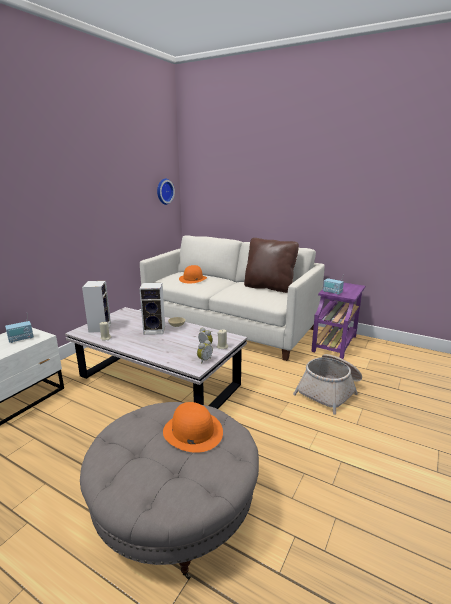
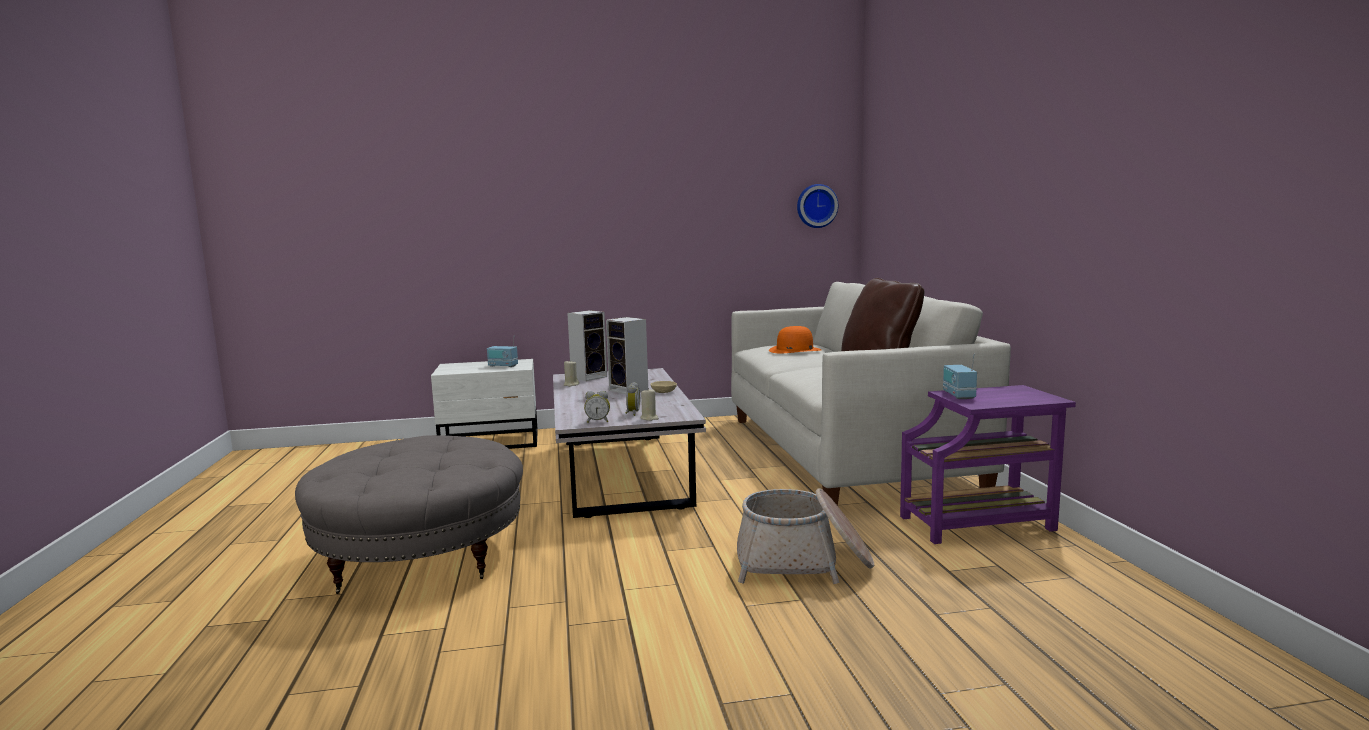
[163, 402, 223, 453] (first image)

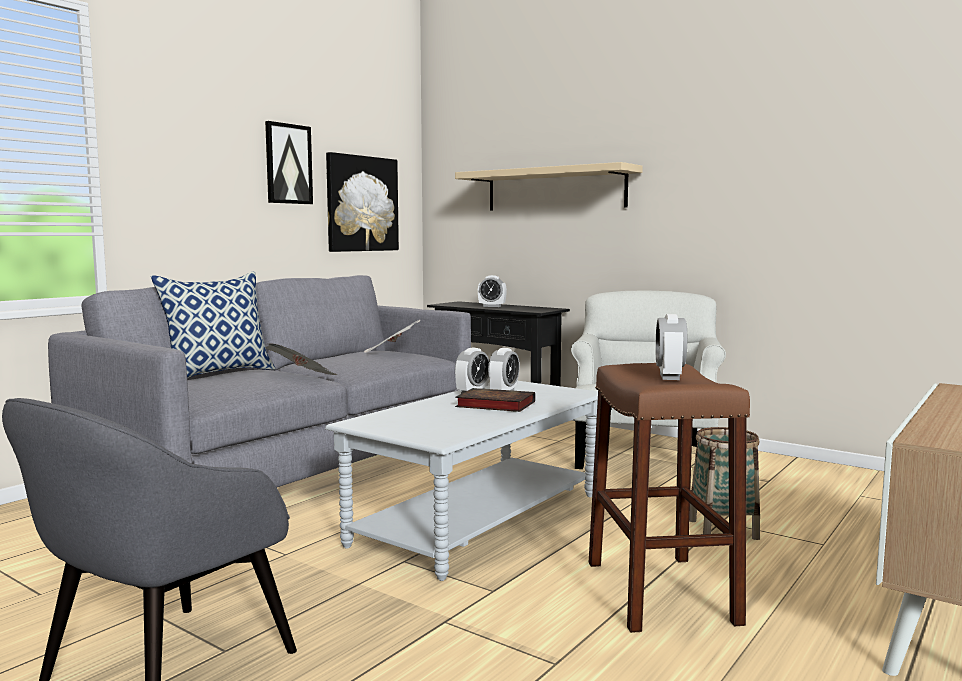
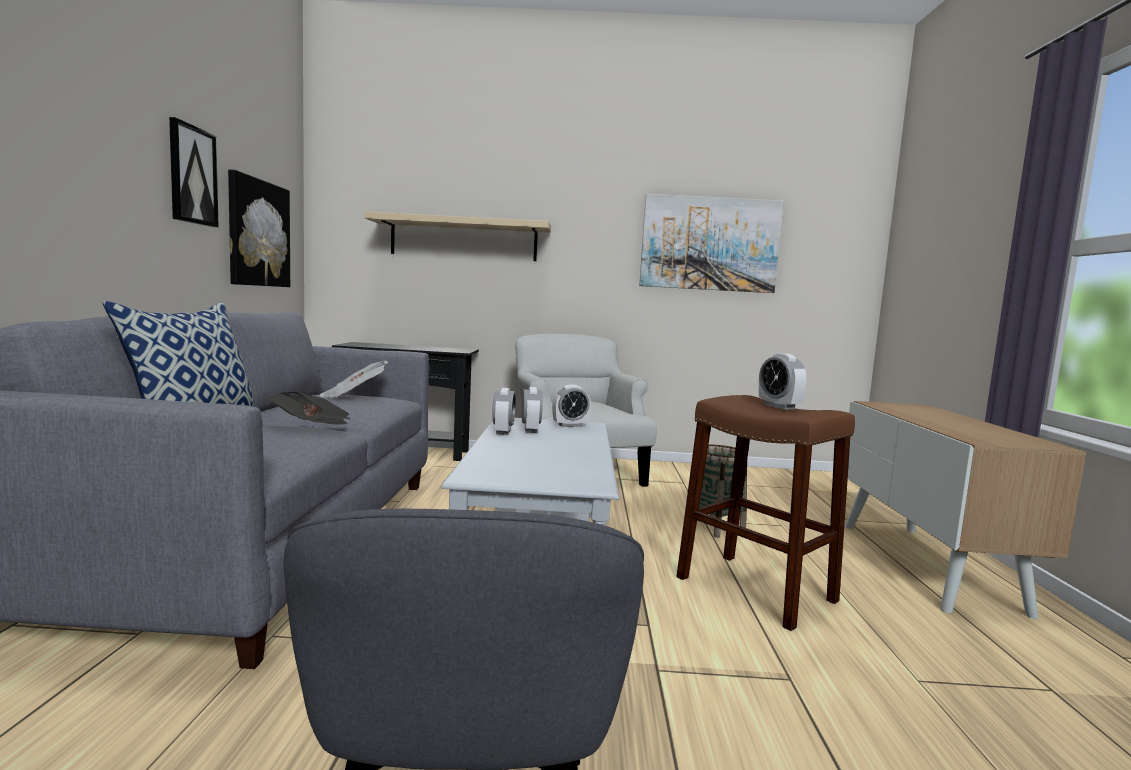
[552, 385, 591, 427]
[639, 194, 784, 293]
[455, 388, 535, 412] (first image)

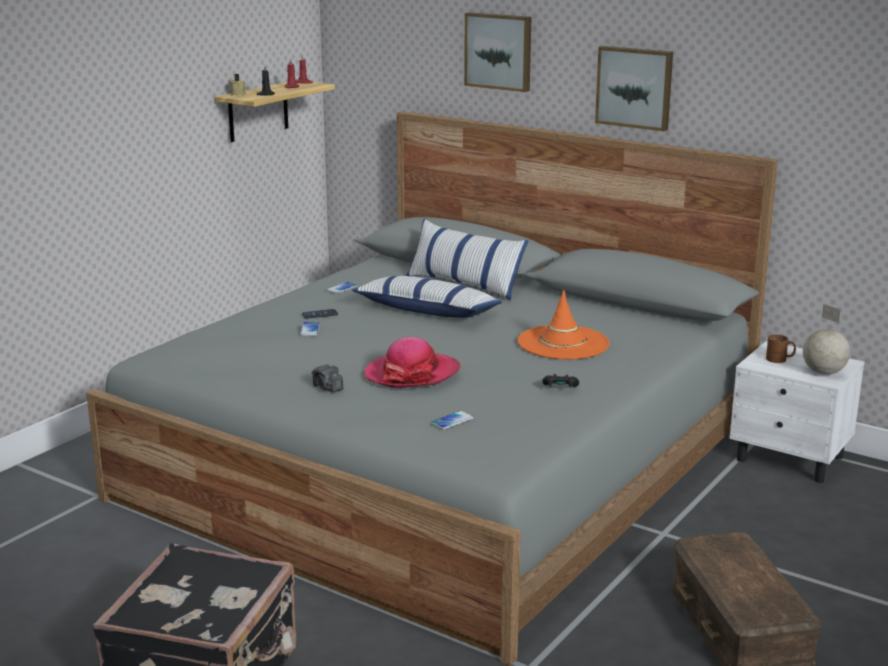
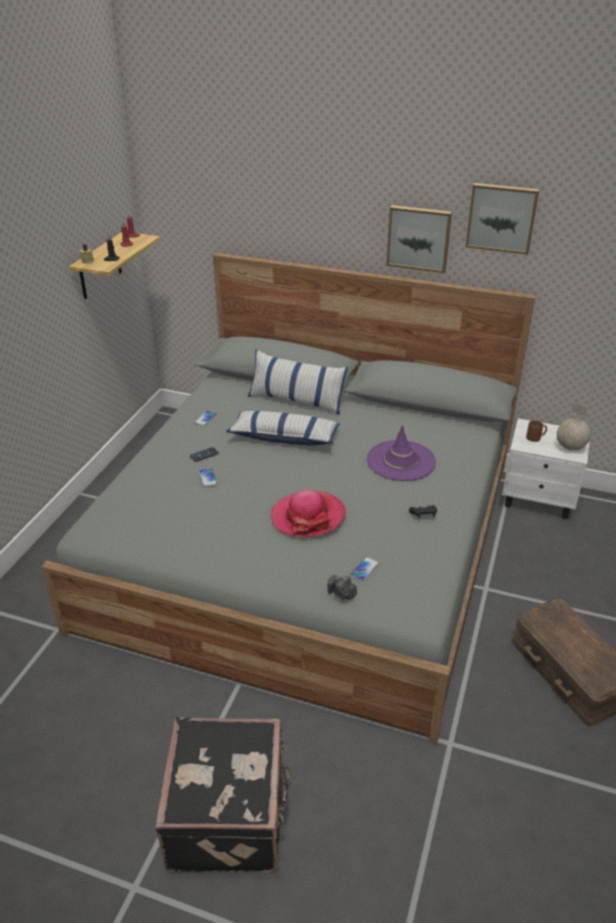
[327, 575, 357, 600]
[367, 425, 436, 481]
[466, 183, 539, 255]

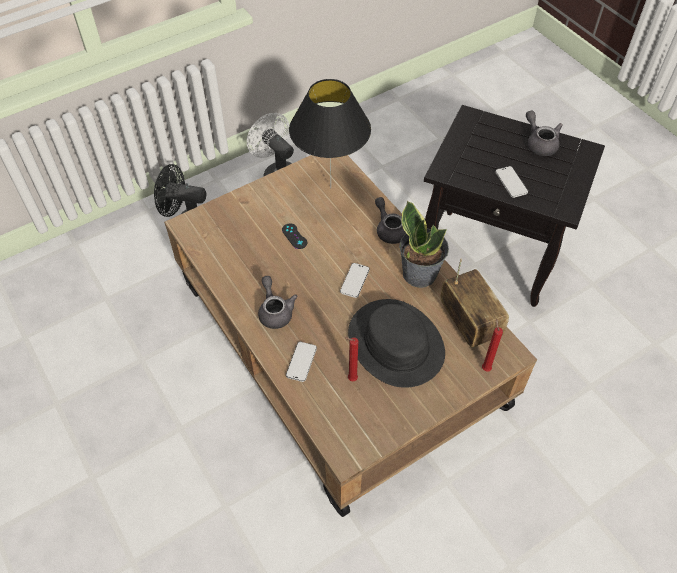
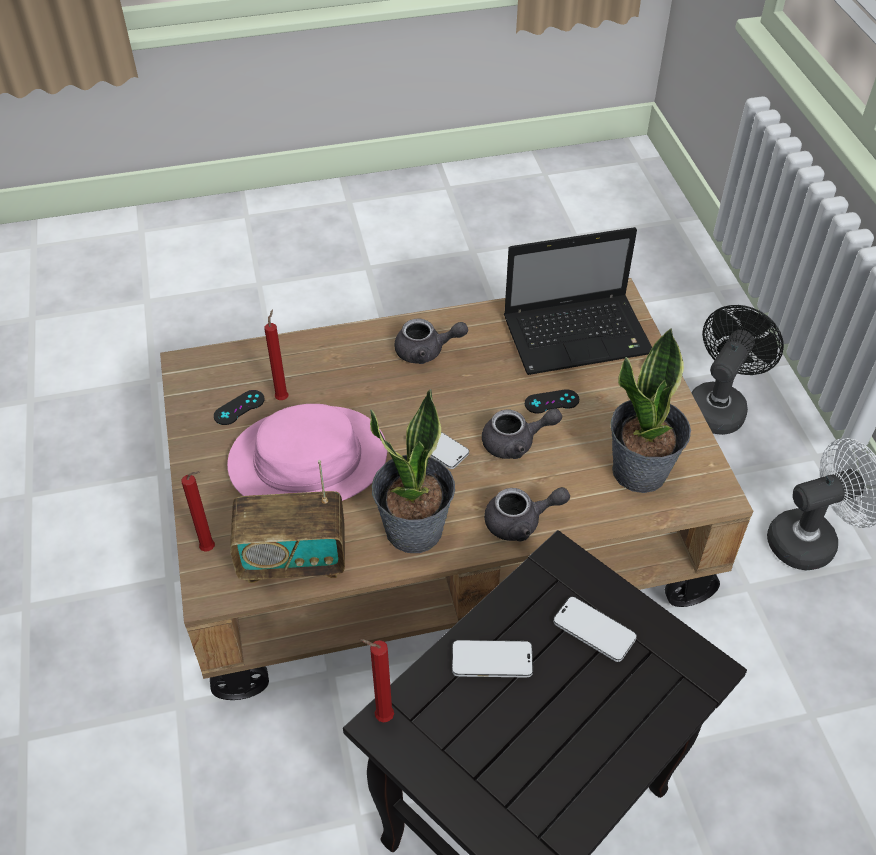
[214, 390, 264, 425]
[227, 404, 387, 501]
[360, 639, 394, 722]
[482, 408, 562, 459]
[504, 227, 652, 375]
[553, 596, 637, 662]
[610, 328, 691, 493]

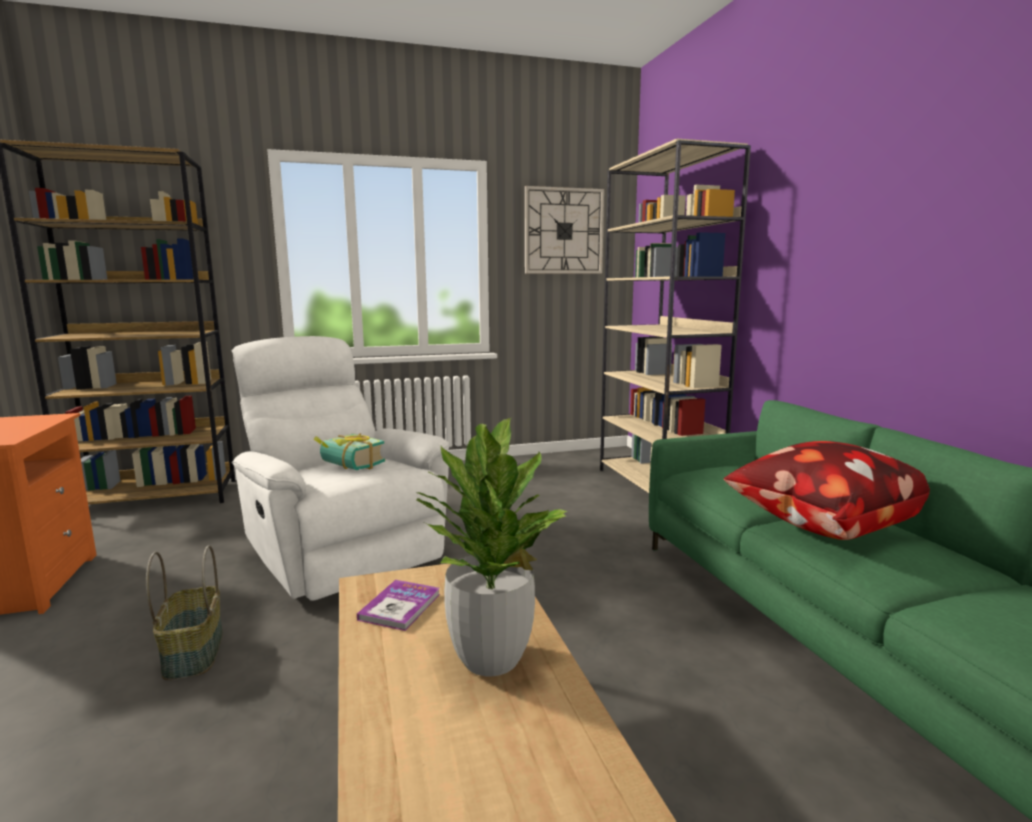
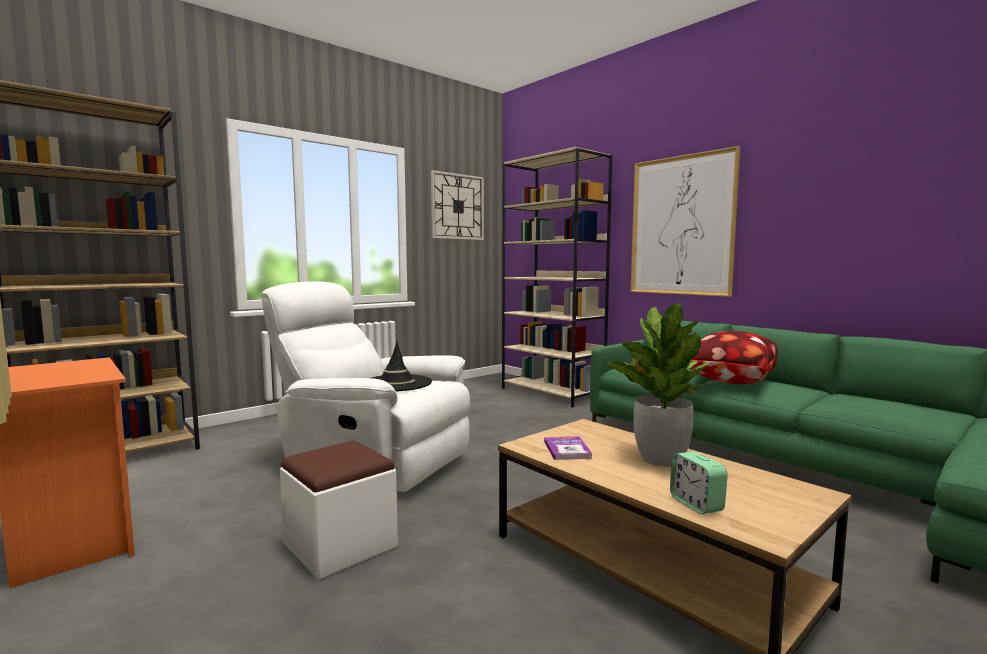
[280, 441, 398, 580]
[372, 341, 432, 392]
[631, 146, 740, 297]
[670, 452, 728, 514]

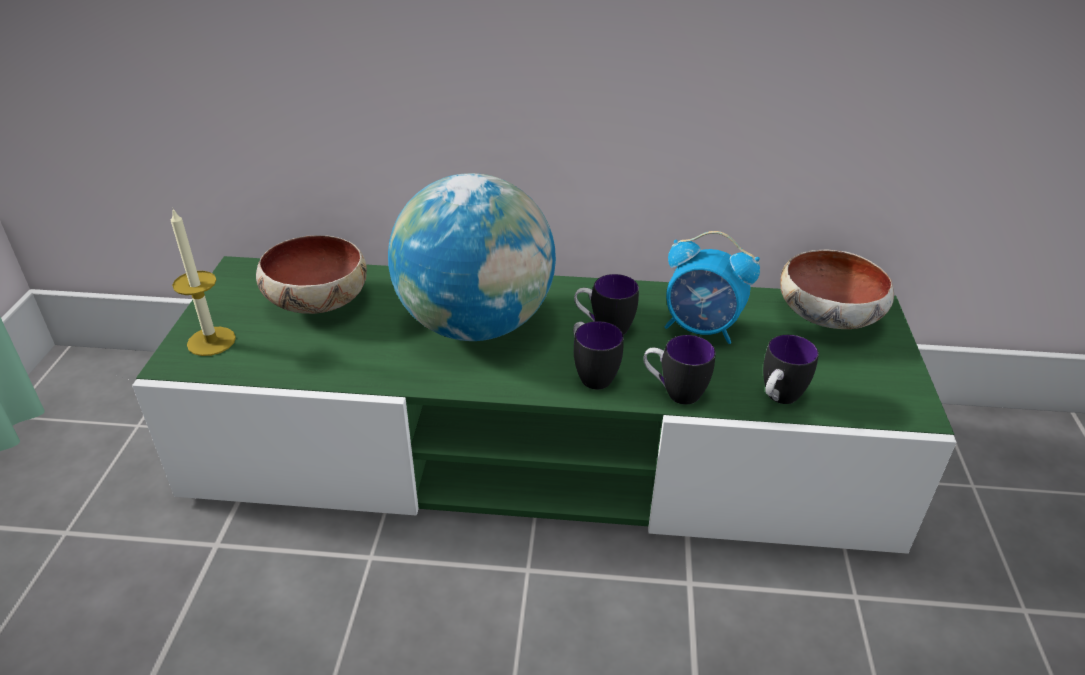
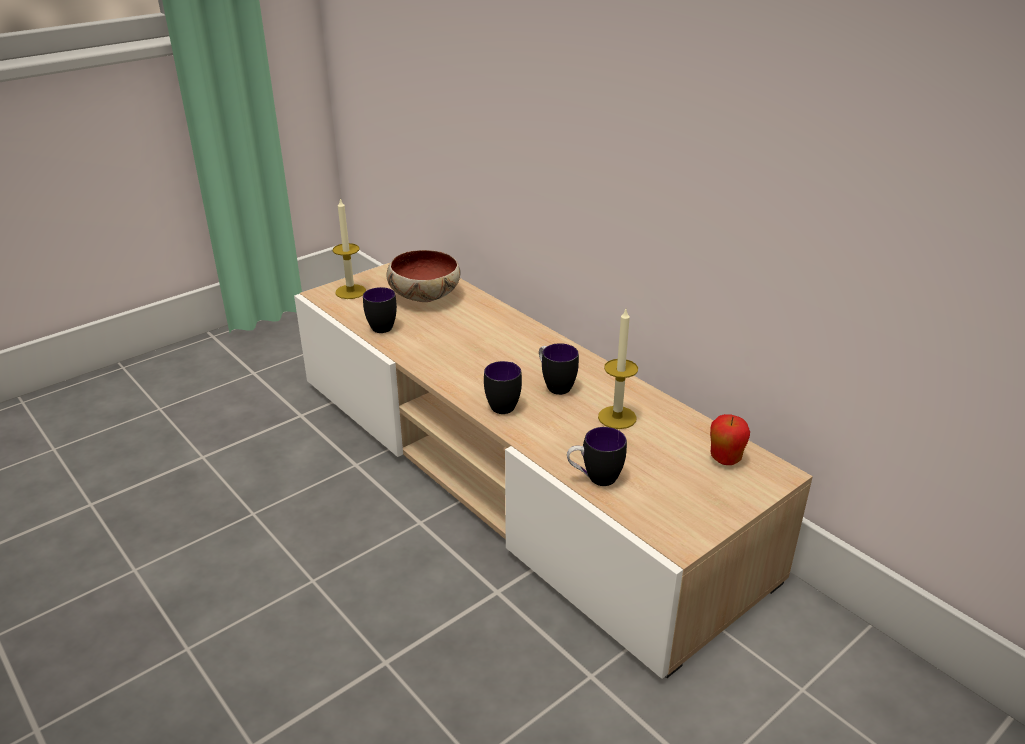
[294, 262, 813, 679]
[363, 287, 397, 333]
[598, 309, 638, 429]
[710, 414, 750, 465]
[388, 173, 556, 341] (first image)

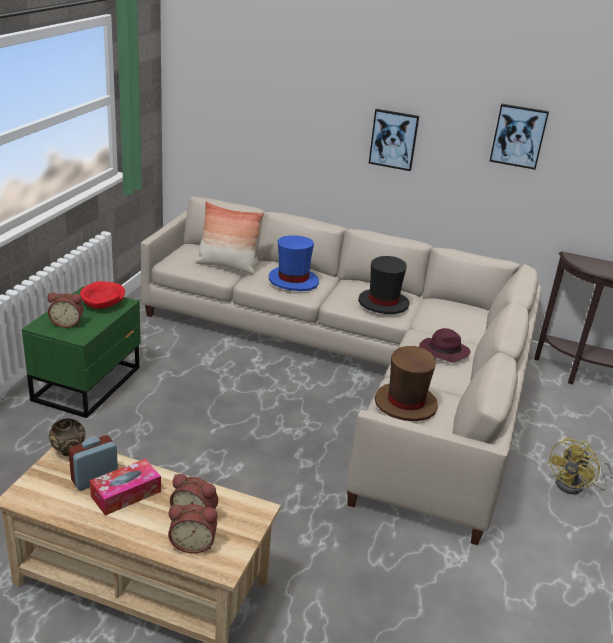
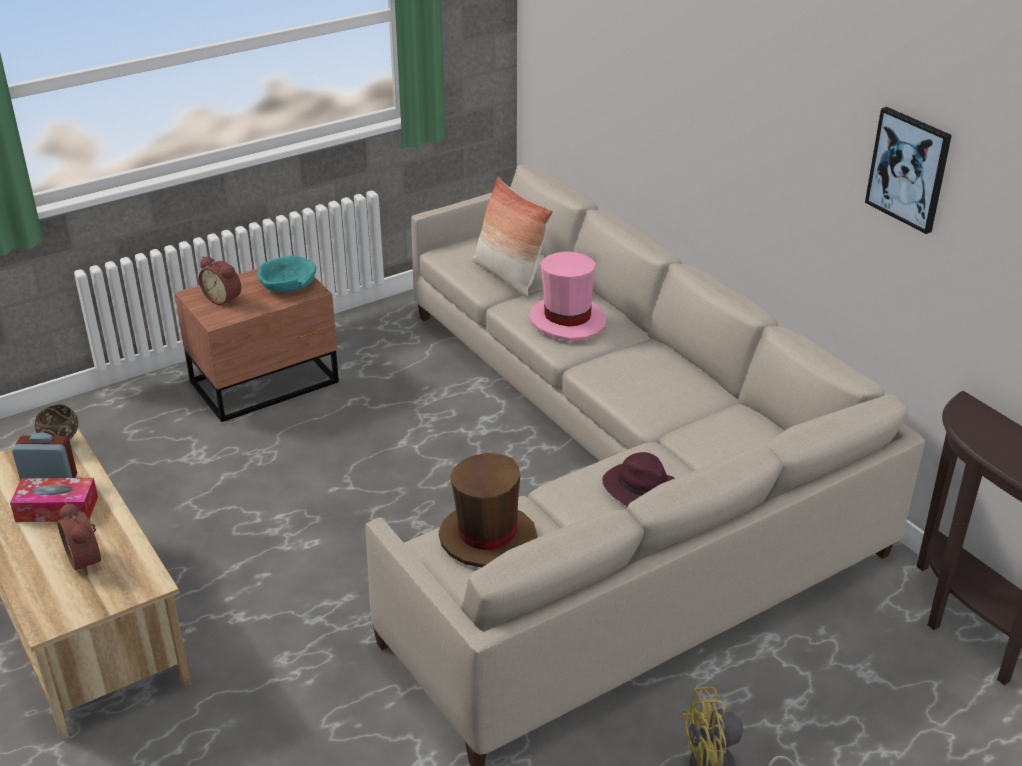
[174, 268, 339, 422]
[257, 256, 316, 292]
[529, 252, 607, 341]
[168, 504, 217, 553] (first image)
[358, 256, 410, 314] (first image)
[369, 109, 419, 171] (first image)

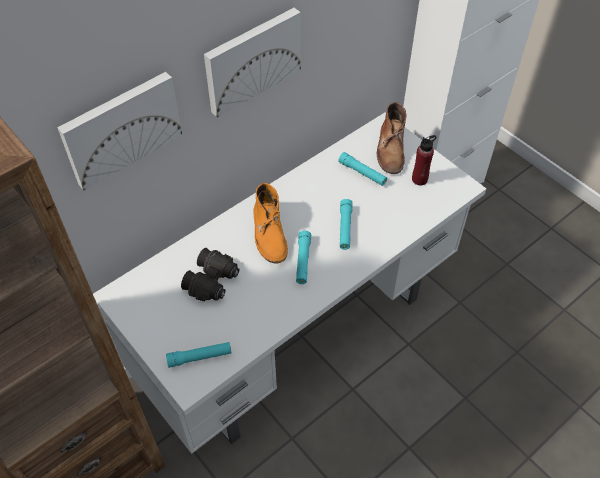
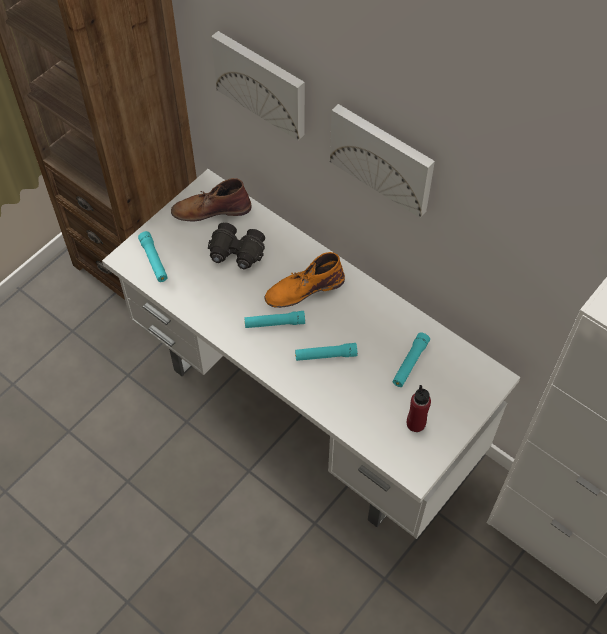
[171, 178, 251, 221]

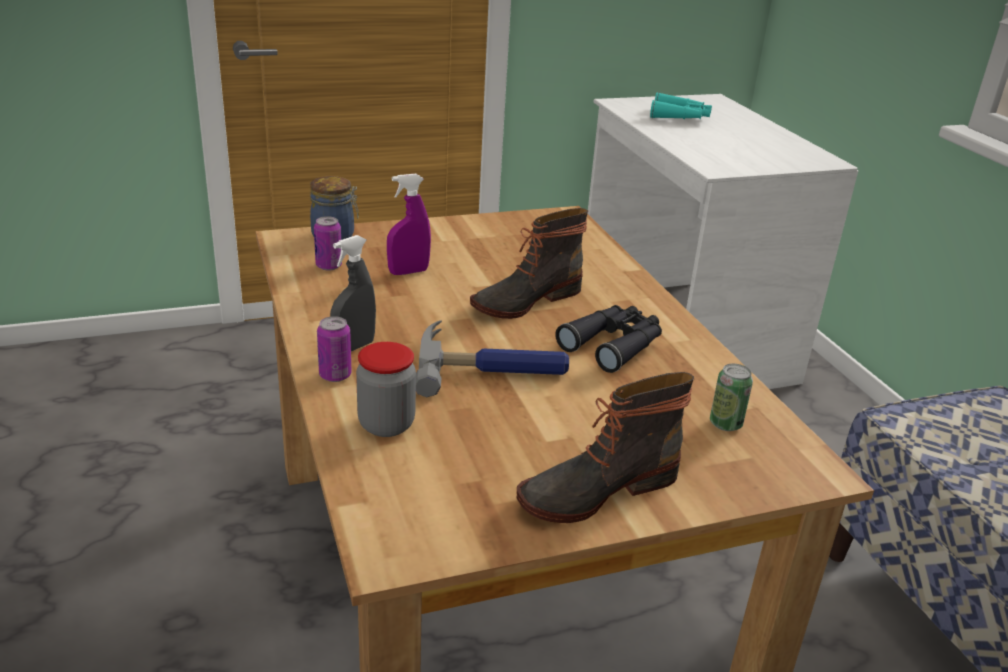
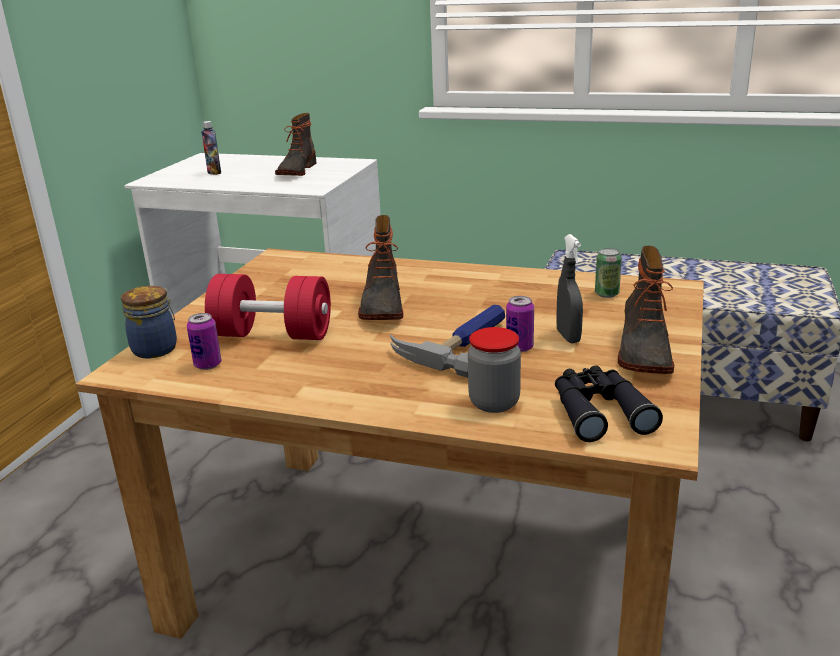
[201, 121, 221, 175]
[205, 274, 331, 340]
[275, 113, 317, 176]
[506, 296, 534, 352]
[555, 365, 663, 442]
[556, 234, 583, 343]

